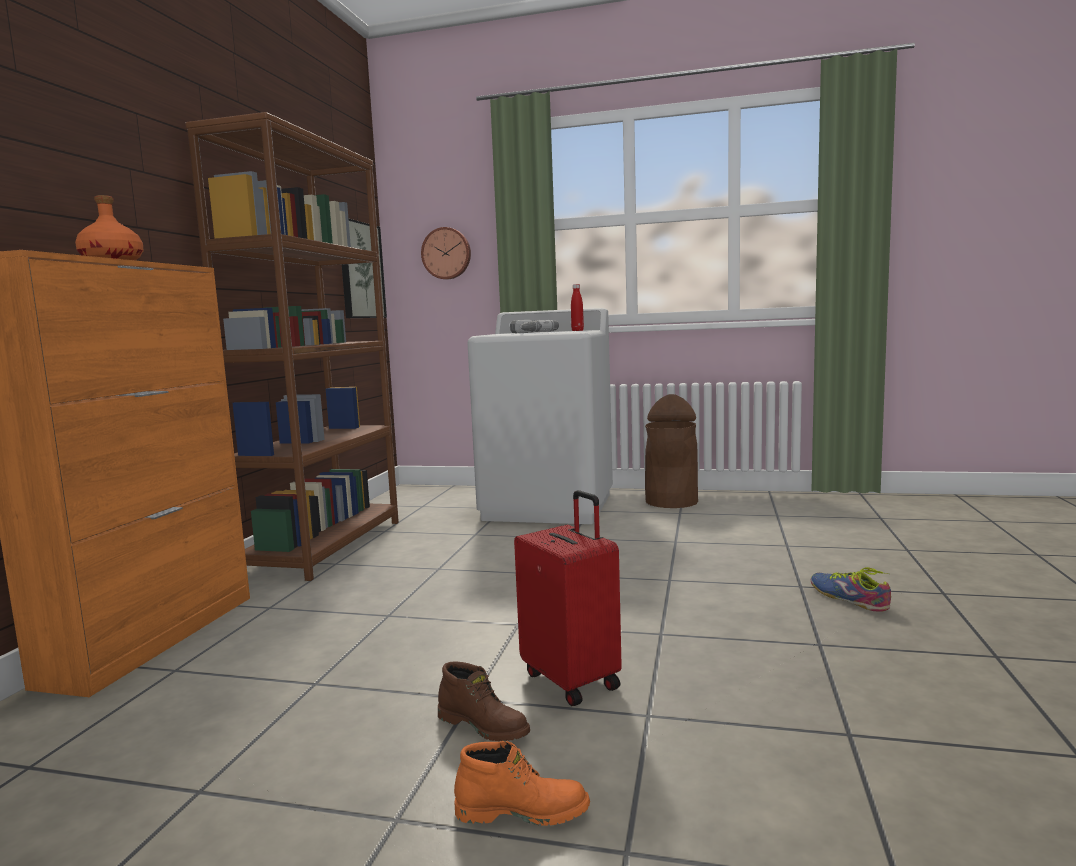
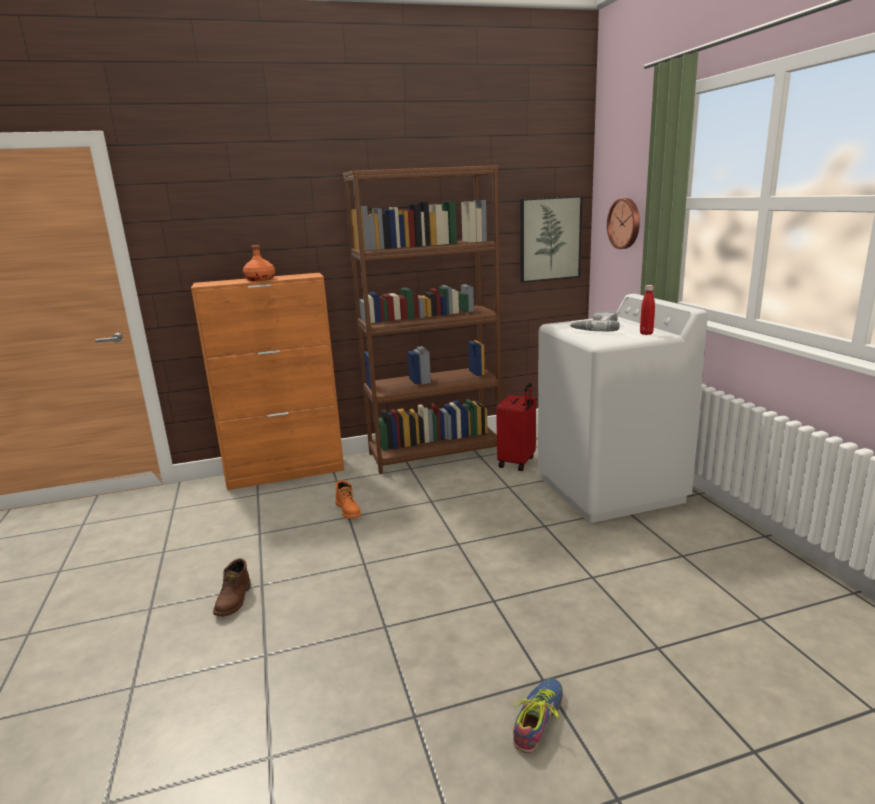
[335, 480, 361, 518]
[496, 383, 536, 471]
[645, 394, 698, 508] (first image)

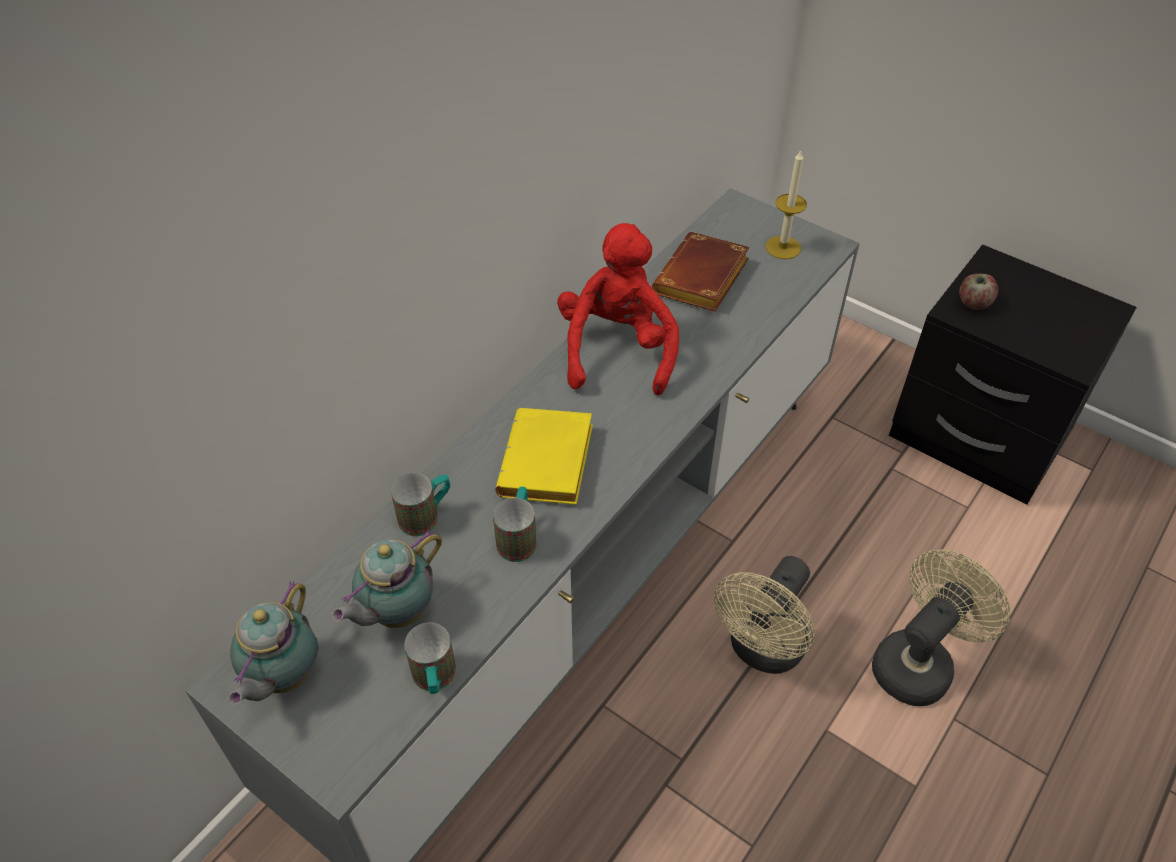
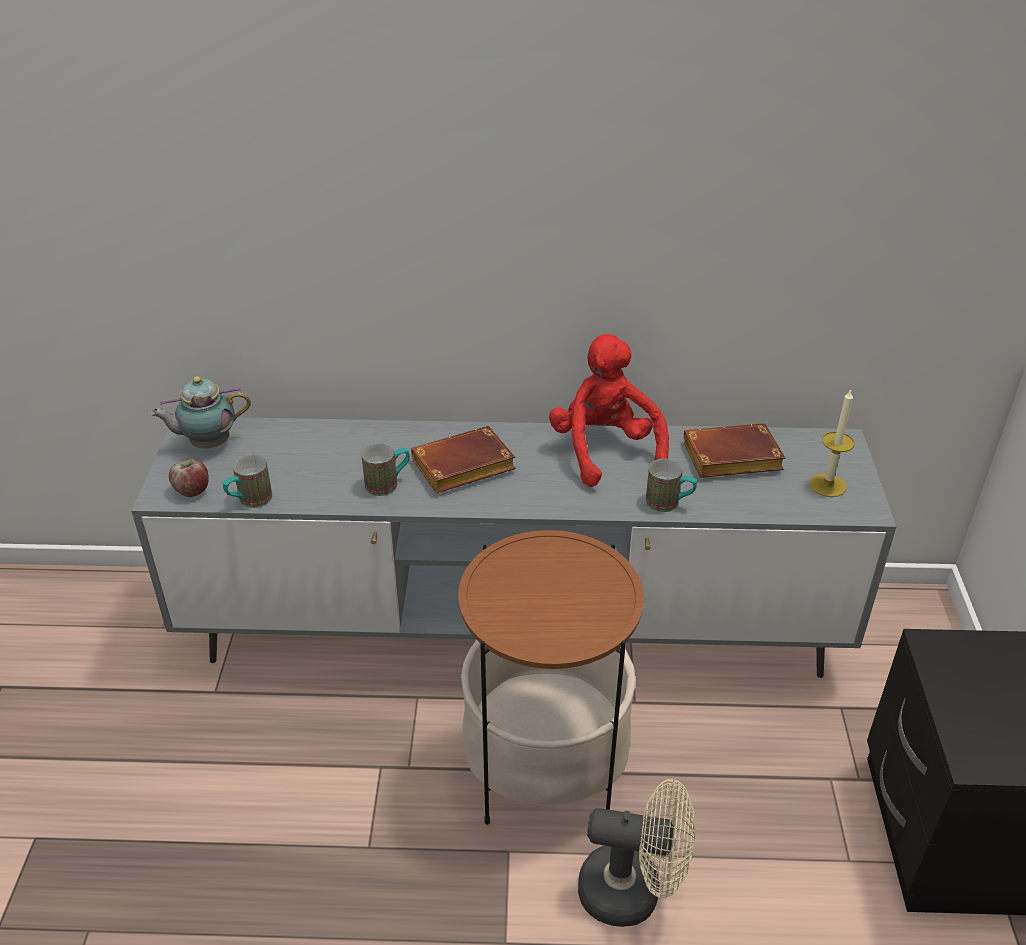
[169, 459, 209, 497]
[411, 426, 516, 493]
[458, 530, 644, 825]
[549, 334, 669, 487]
[646, 458, 697, 512]
[332, 530, 442, 628] (first image)

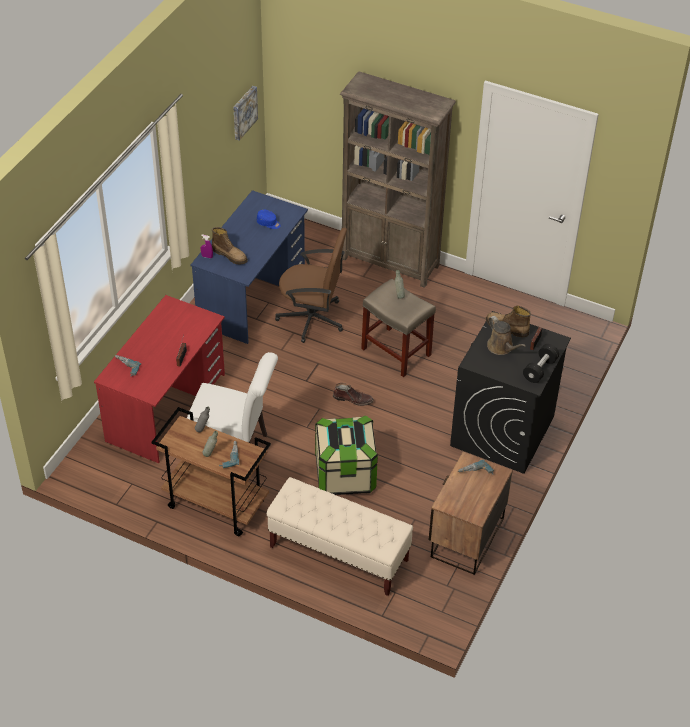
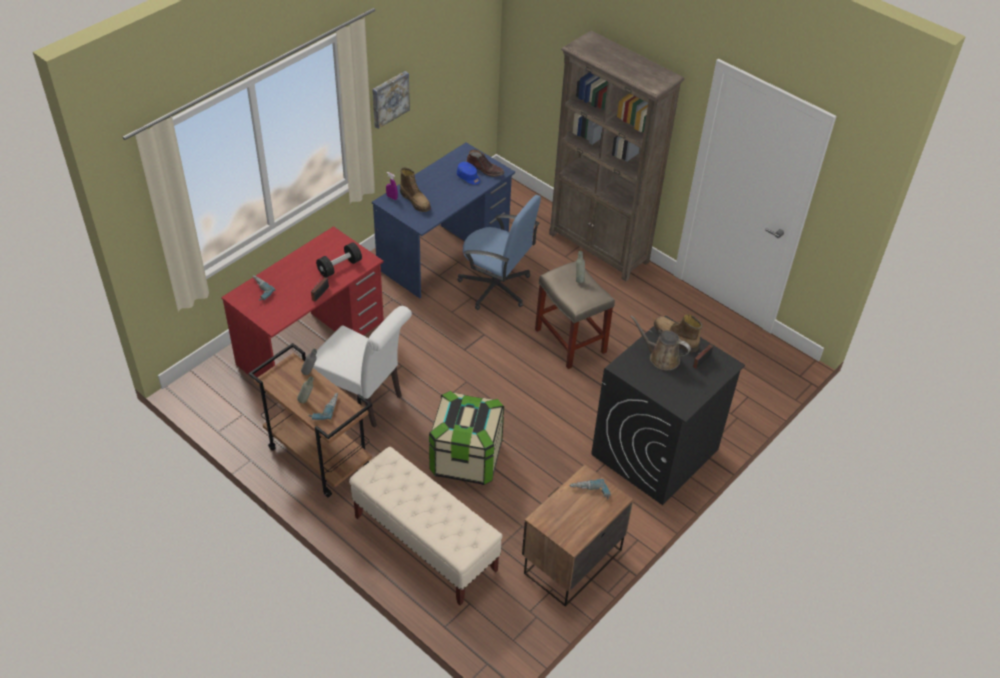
[316, 242, 362, 278]
[372, 71, 410, 129]
[458, 195, 541, 310]
[466, 150, 504, 177]
[630, 315, 691, 370]

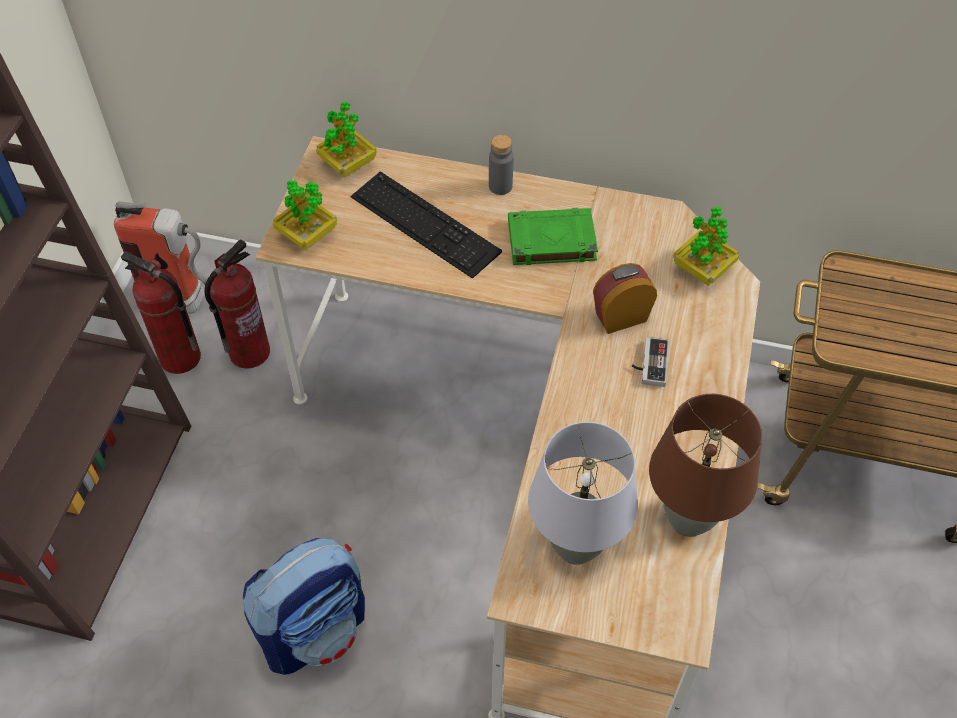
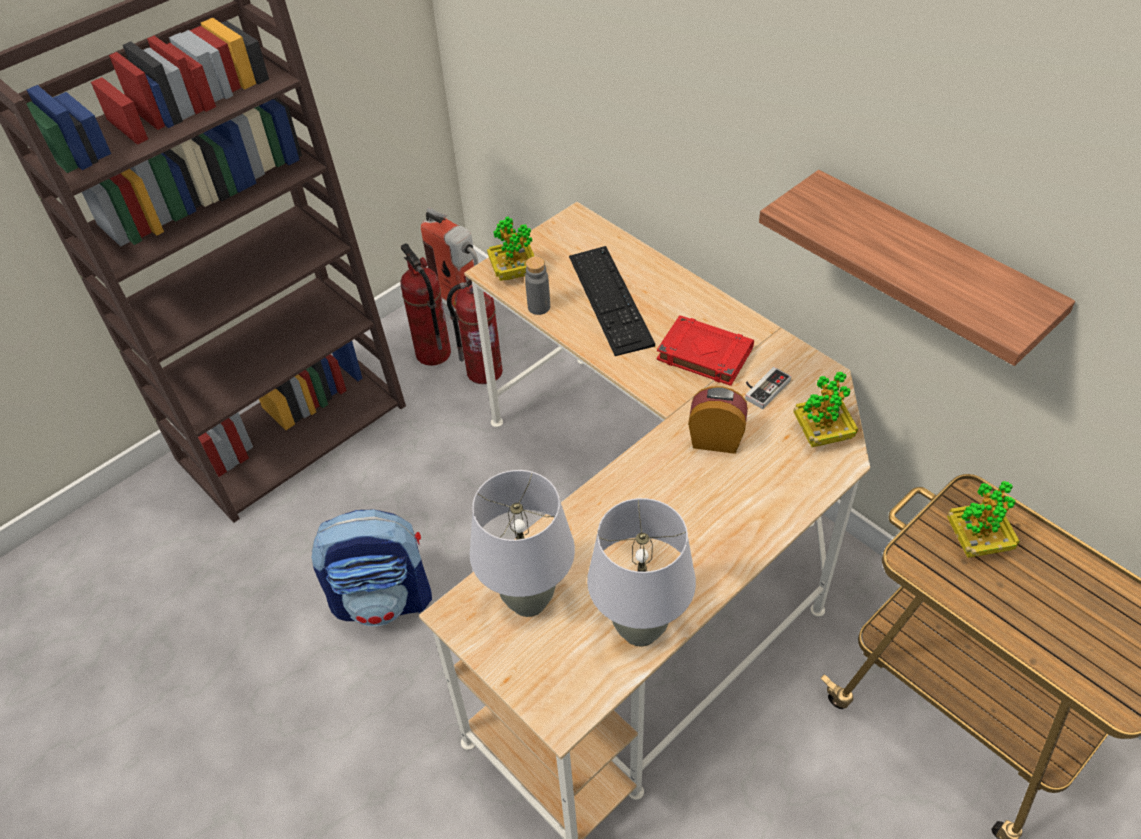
[525, 256, 550, 315]
[587, 498, 696, 647]
[656, 315, 754, 386]
[745, 367, 791, 409]
[759, 170, 1075, 366]
[947, 481, 1019, 558]

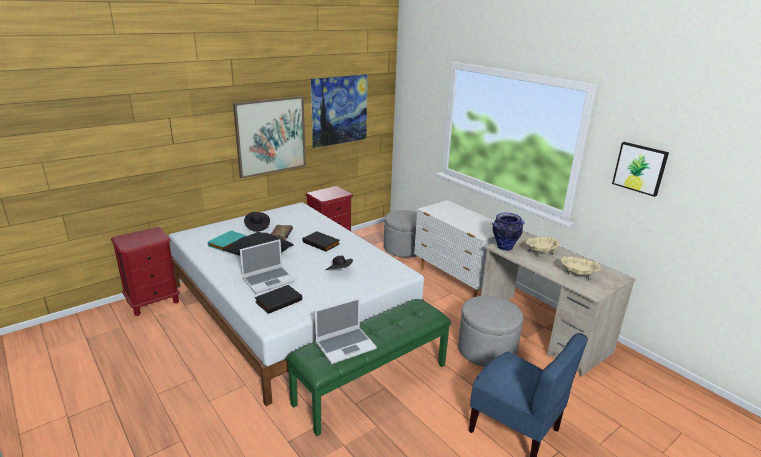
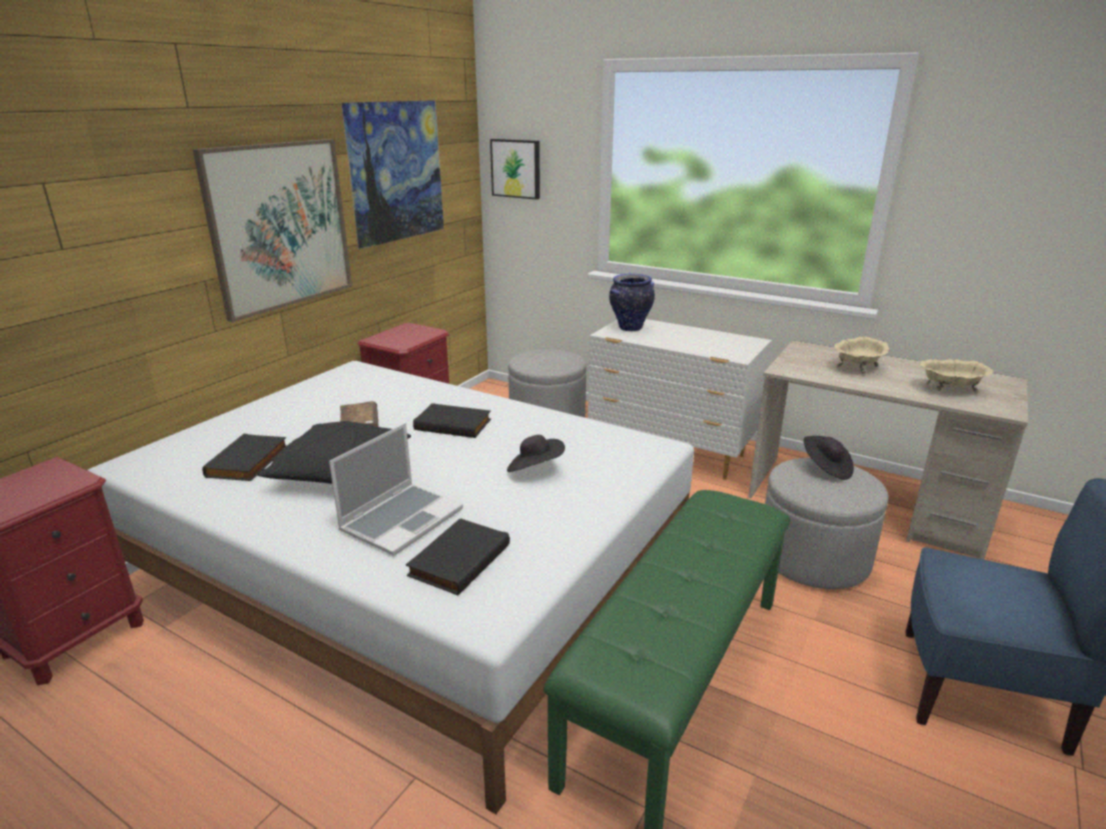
[202, 434, 286, 481]
[490, 139, 540, 200]
[609, 273, 655, 331]
[803, 436, 854, 480]
[315, 298, 377, 364] (first image)

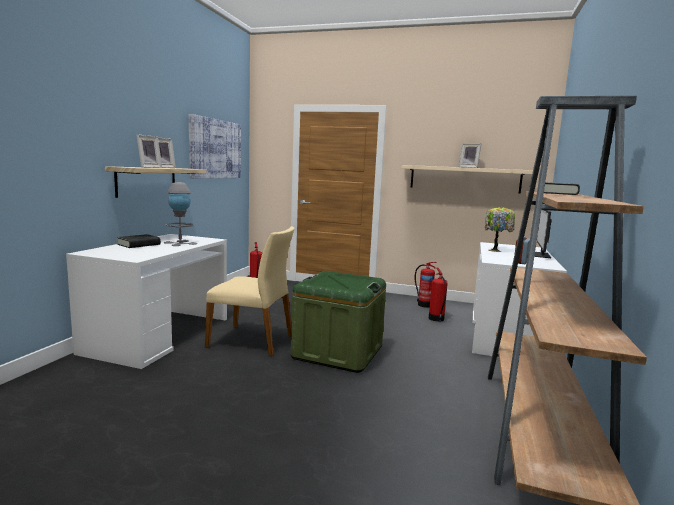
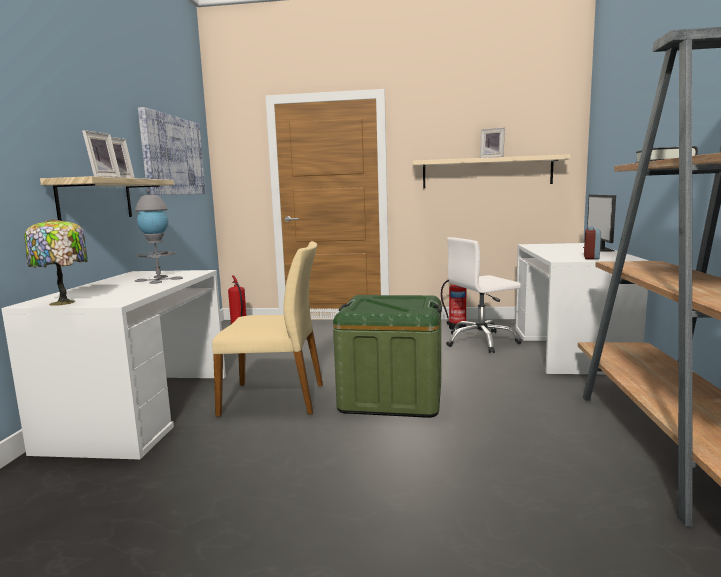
[25, 219, 88, 306]
[446, 237, 522, 353]
[117, 234, 161, 248] (first image)

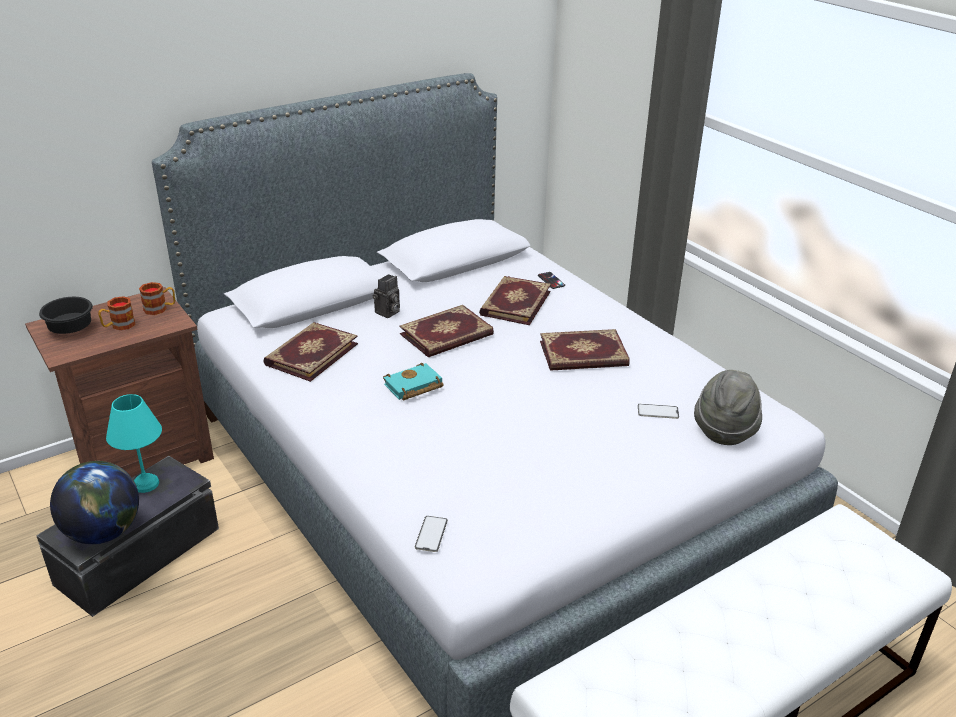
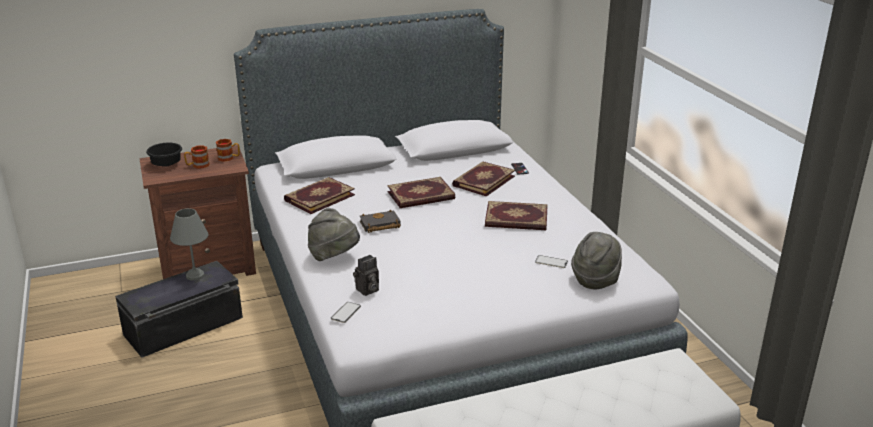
[170, 208, 208, 281]
[308, 208, 360, 261]
[353, 255, 379, 296]
[360, 210, 401, 233]
[50, 461, 139, 544] (first image)

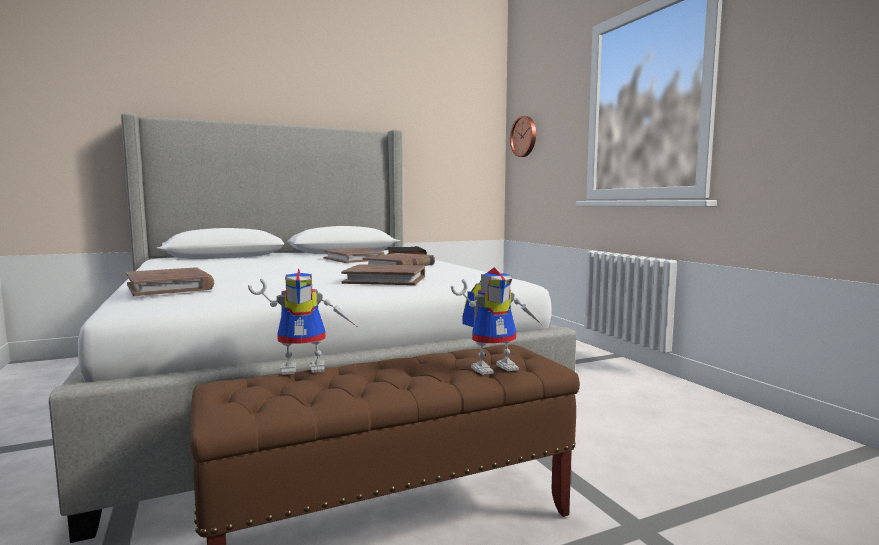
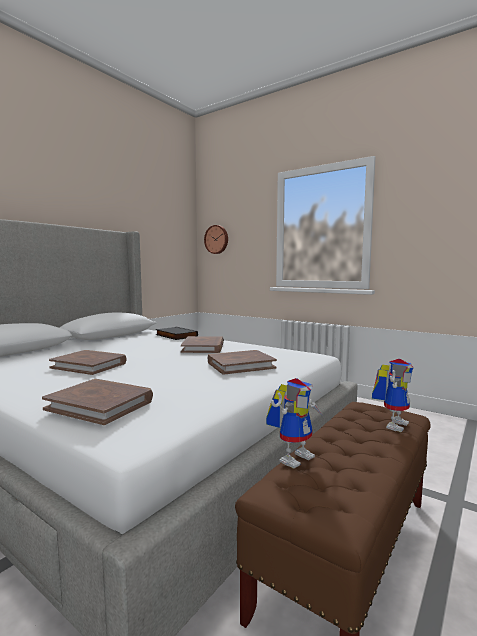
[49, 350, 127, 375]

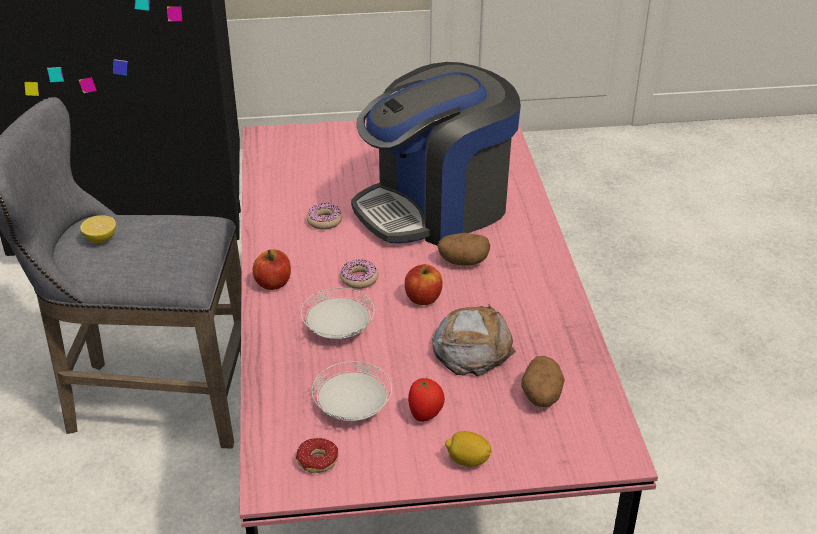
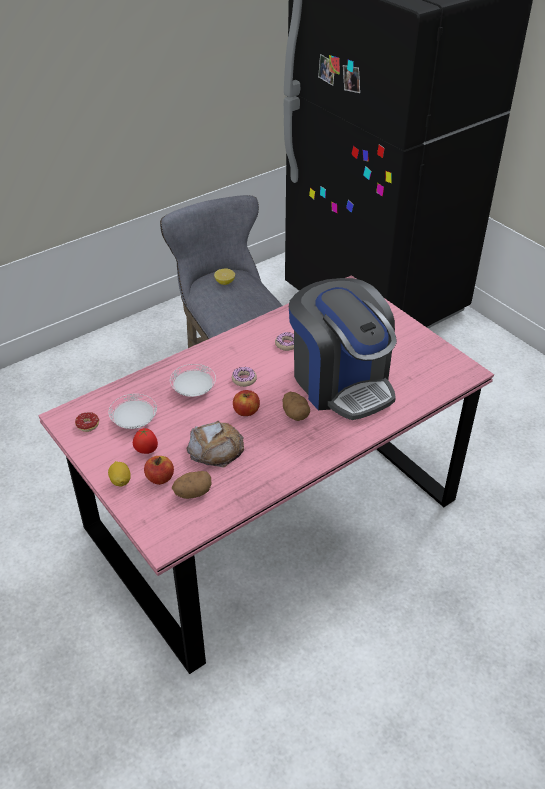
[144, 456, 174, 485]
[289, 278, 397, 420]

